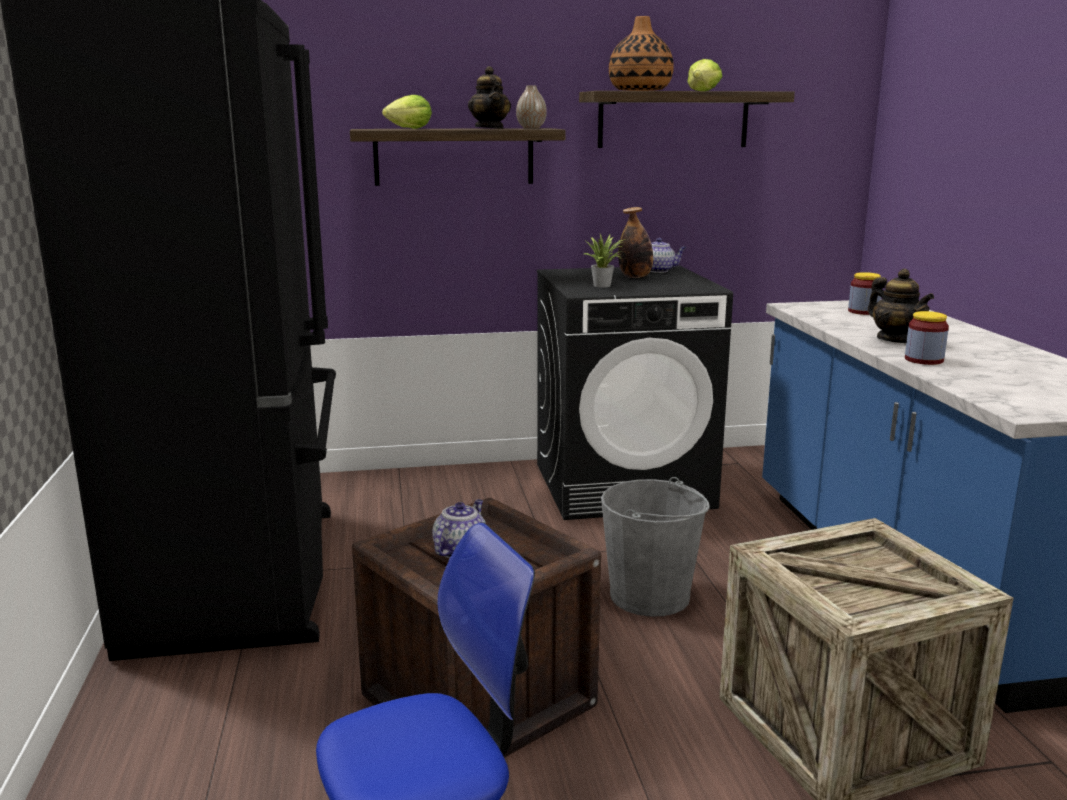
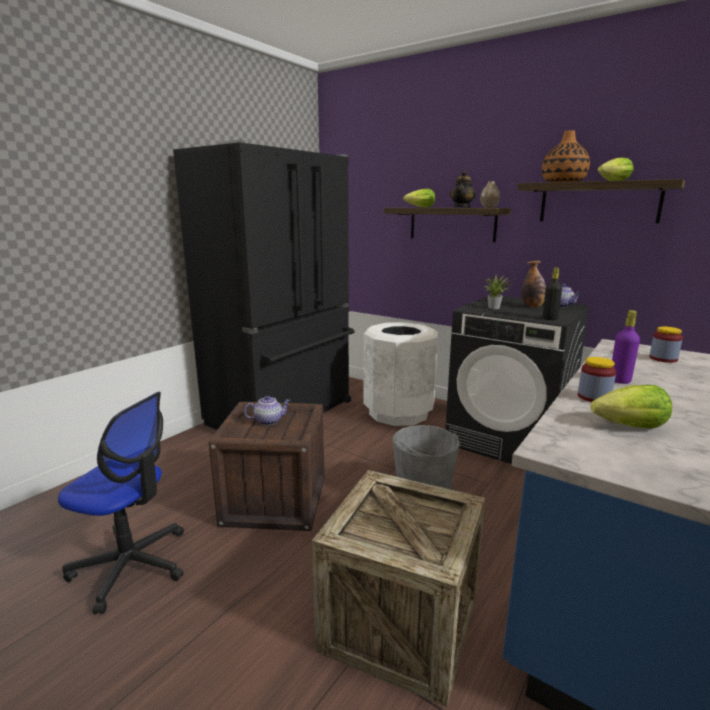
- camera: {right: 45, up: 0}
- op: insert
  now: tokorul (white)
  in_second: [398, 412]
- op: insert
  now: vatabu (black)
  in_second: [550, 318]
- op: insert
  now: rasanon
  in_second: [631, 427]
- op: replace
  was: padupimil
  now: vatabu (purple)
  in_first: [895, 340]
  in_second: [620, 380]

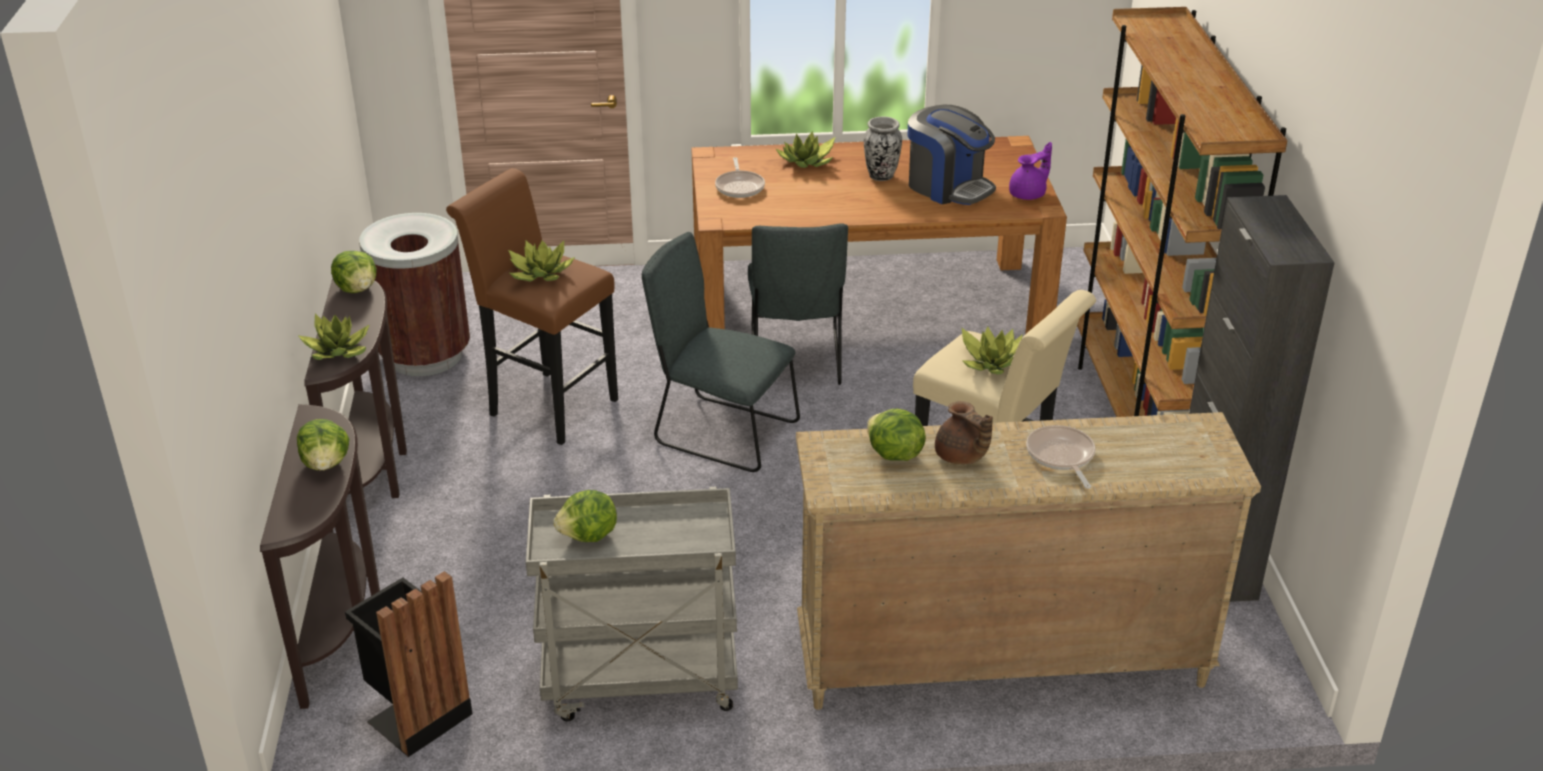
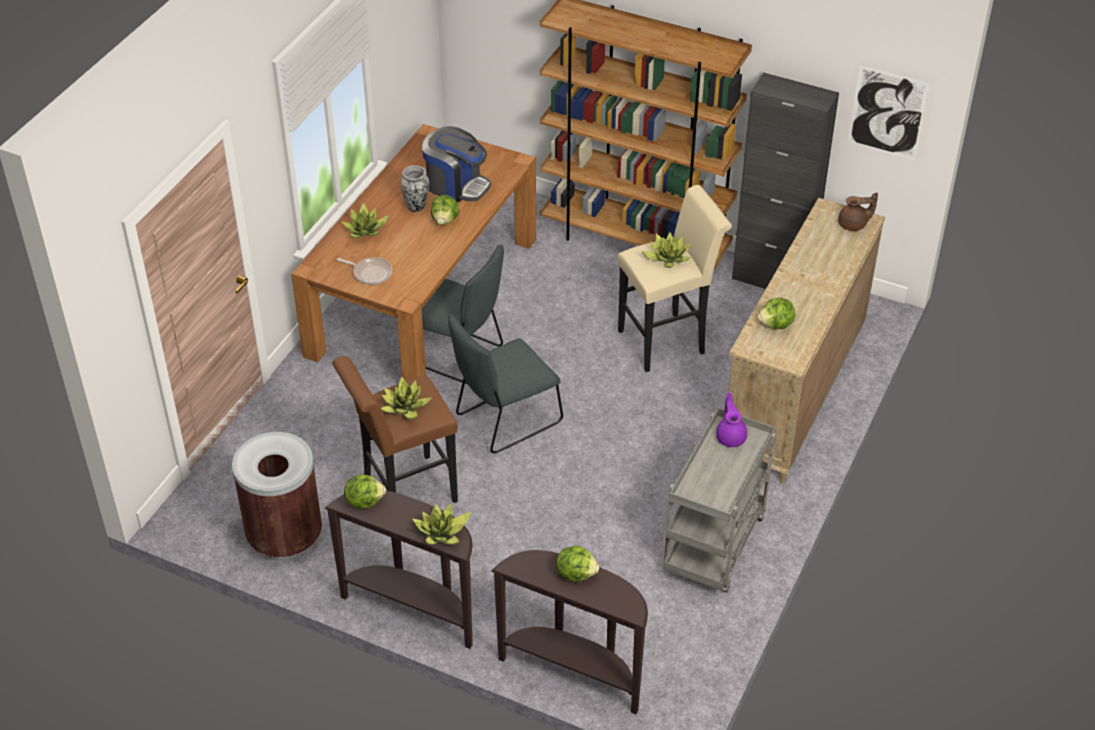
- camera: {right: -60, up: 10}
- op: rotate
  was: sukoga
  in_first: [948, 187]
  in_second: [456, 185]
  clockwise: 45
- op: move
  was: rasanon
  in_first: [589, 536]
  in_second: [445, 220]
- op: move
  was: padupimil (purple)
  in_first: [1029, 194]
  in_second: [731, 436]
- op: move
  was: padupimil (brown)
  in_first: [961, 457]
  in_second: [854, 225]
- op: insert
  now: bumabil
  in_second: [887, 113]
- op: delete
  was: tokorul (black)
  in_first: [416, 715]
- op: delete
  was: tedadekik
  in_first: [1061, 456]

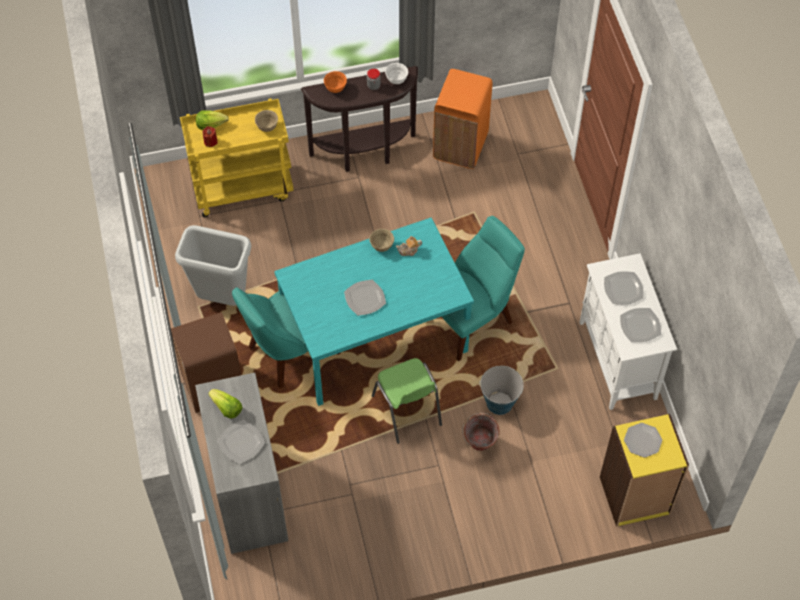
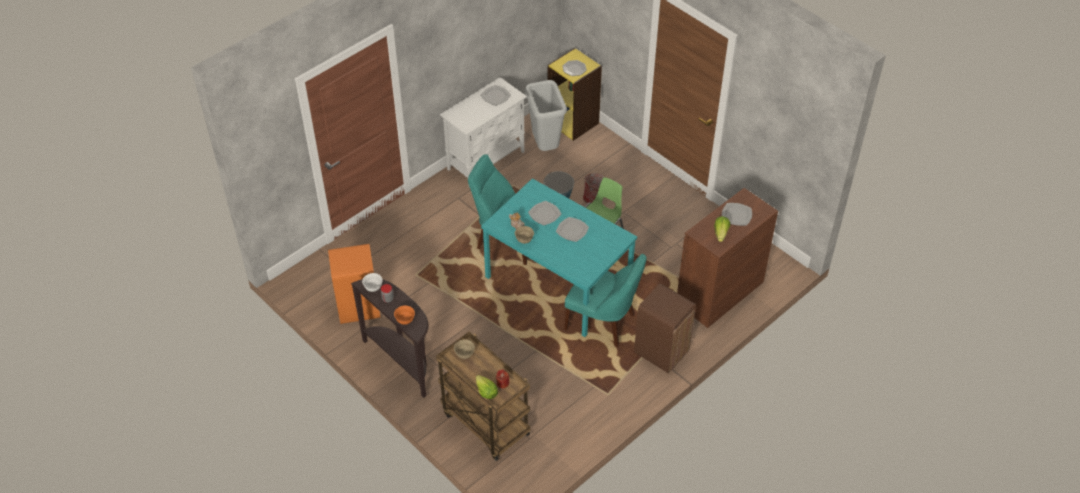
- camera: {right: -120, up: -10}
- op: recolor
  was: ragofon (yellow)
  now: ragofon (brown)
  in_first: [243, 188]
  in_second: [484, 423]
- op: move
  was: tokorul (grey)
  in_first: [223, 298]
  in_second: [544, 146]
- op: move
  was: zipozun
  in_first: [623, 288]
  in_second: [544, 214]
- op: recolor
  was: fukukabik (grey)
  now: fukukabik (brown)
  in_first: [249, 495]
  in_second: [719, 292]

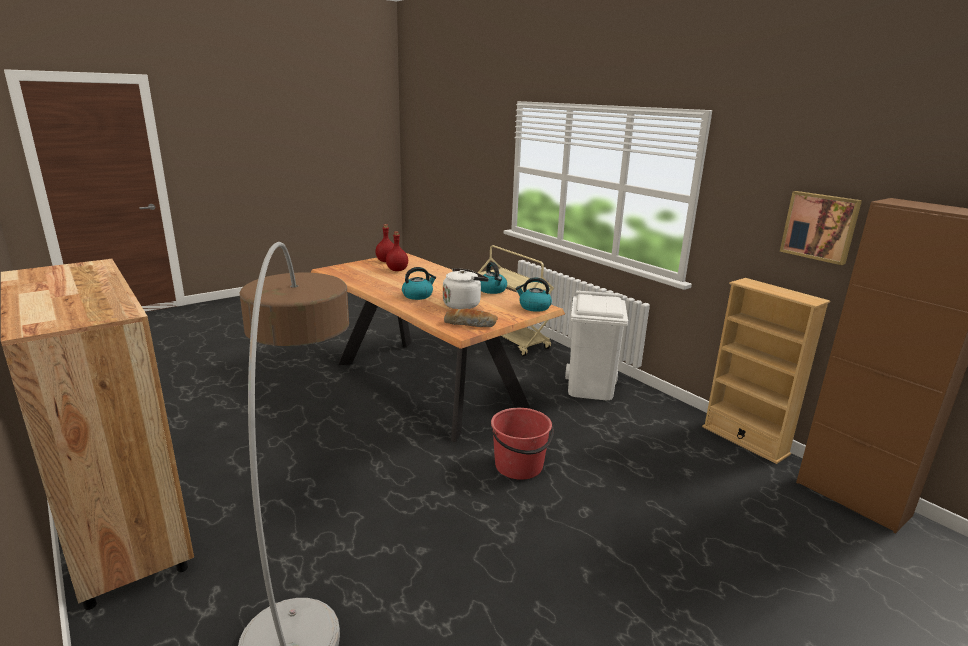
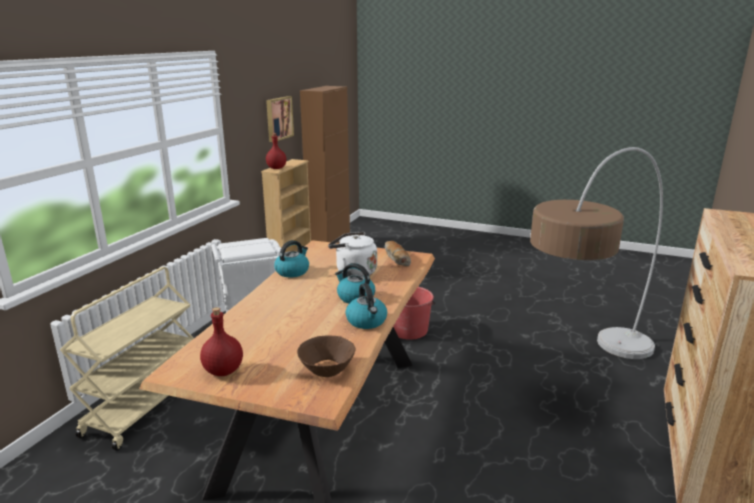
- camera: {right: -120, up: 0}
- op: move
  was: vatabu (red)
  in_first: [397, 270]
  in_second: [276, 168]
- op: insert
  now: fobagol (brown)
  in_second: [326, 369]
- op: move
  was: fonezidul
  in_first: [534, 307]
  in_second: [367, 321]

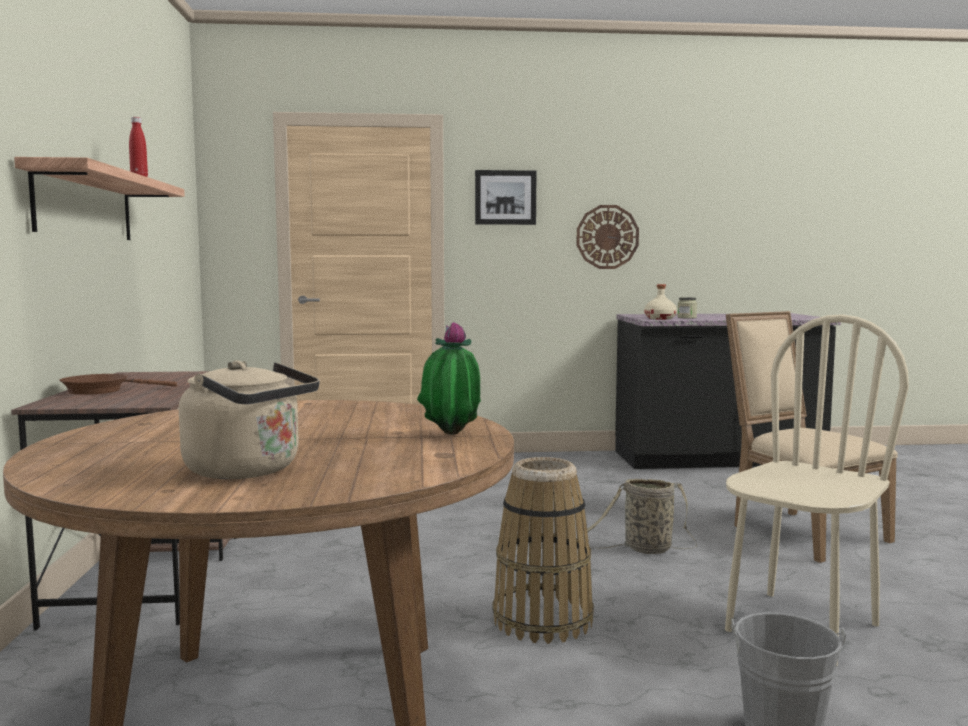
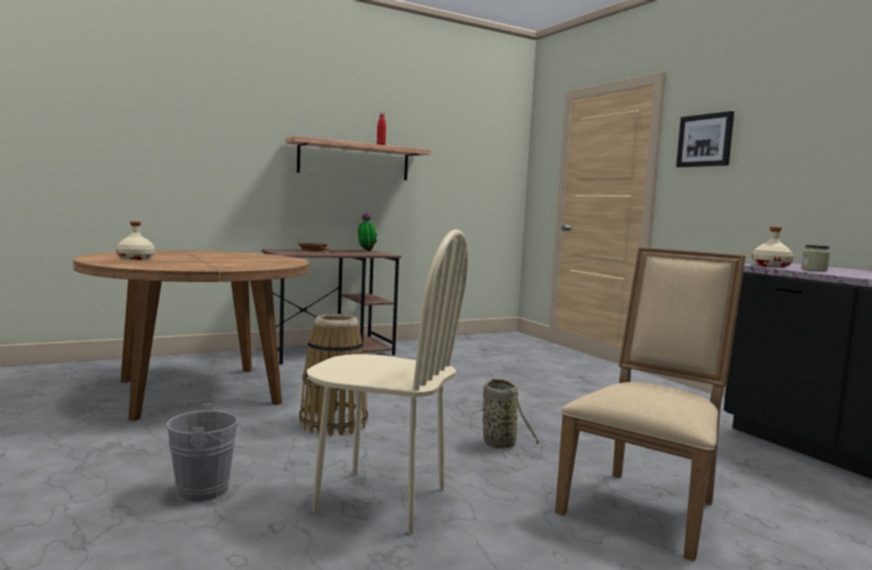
- camera: {right: 65, up: 0}
- op: replace
  was: fonezidul (beige)
  now: vatabu (beige)
  in_first: [249, 471]
  in_second: [135, 258]
- op: move
  was: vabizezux
  in_first: [450, 436]
  in_second: [366, 251]
- op: delete
  was: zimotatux
  in_first: [607, 237]

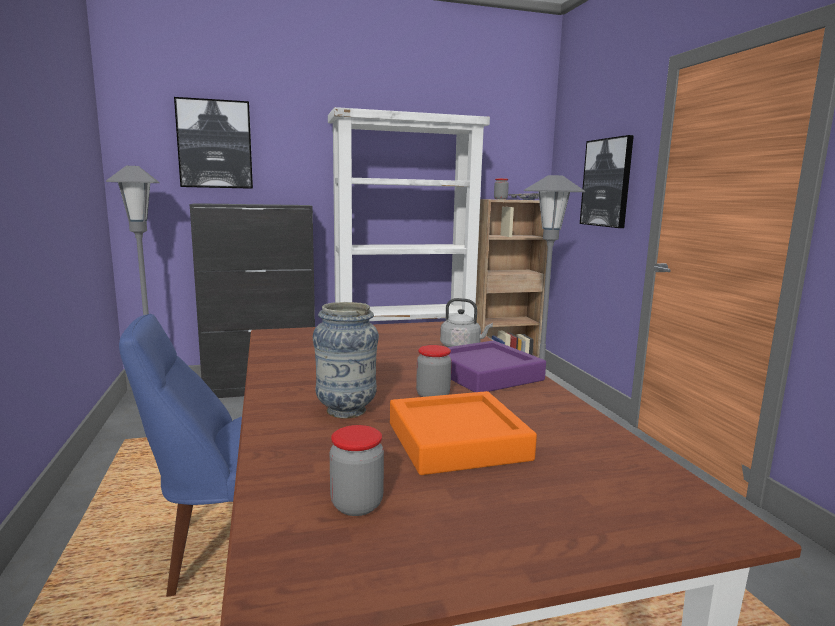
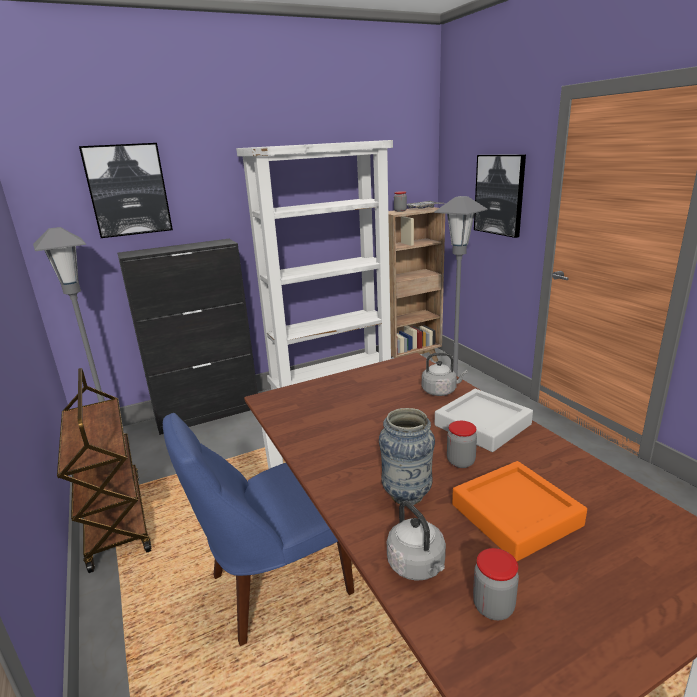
- camera: {right: -10, up: 10}
- op: insert
  now: ragofon (brown)
  in_second: [115, 519]
- op: insert
  now: fonezidul (grey)
  in_second: [418, 566]
- op: recolor
  was: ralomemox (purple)
  now: ralomemox (grey)
  in_first: [485, 374]
  in_second: [482, 425]

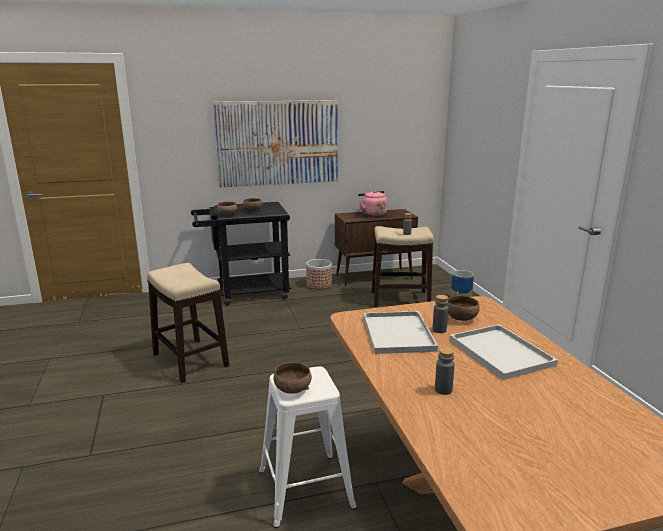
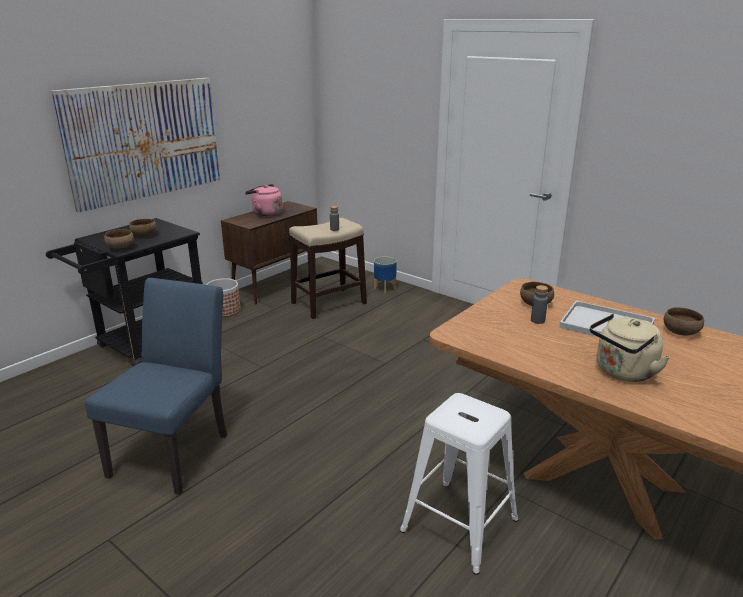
- camera: {right: -35, up: 5}
- op: replace
  was: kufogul
  now: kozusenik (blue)
  in_first: [190, 360]
  in_second: [176, 450]
- op: replace
  was: vatabu (grey)
  now: fonezidul (beige)
  in_first: [443, 390]
  in_second: [622, 372]
- op: move
  was: fobagol (brown)
  in_first: [293, 389]
  in_second: [680, 332]
- op: delete
  was: ralomemox (white)
  in_first: [399, 334]

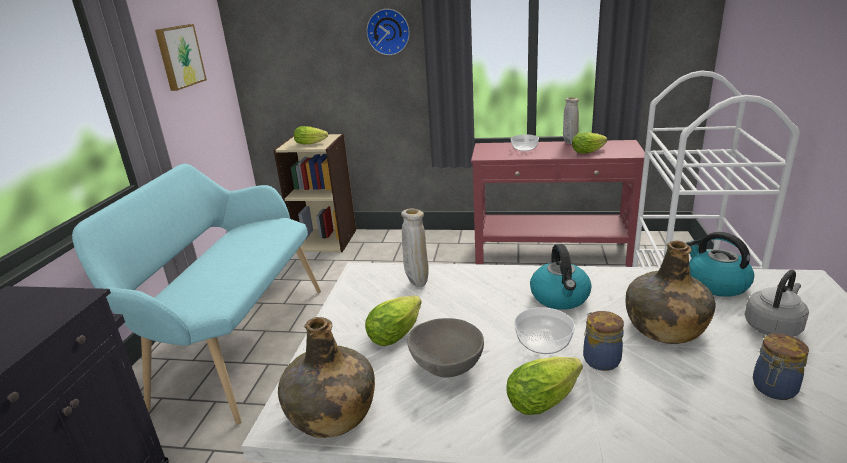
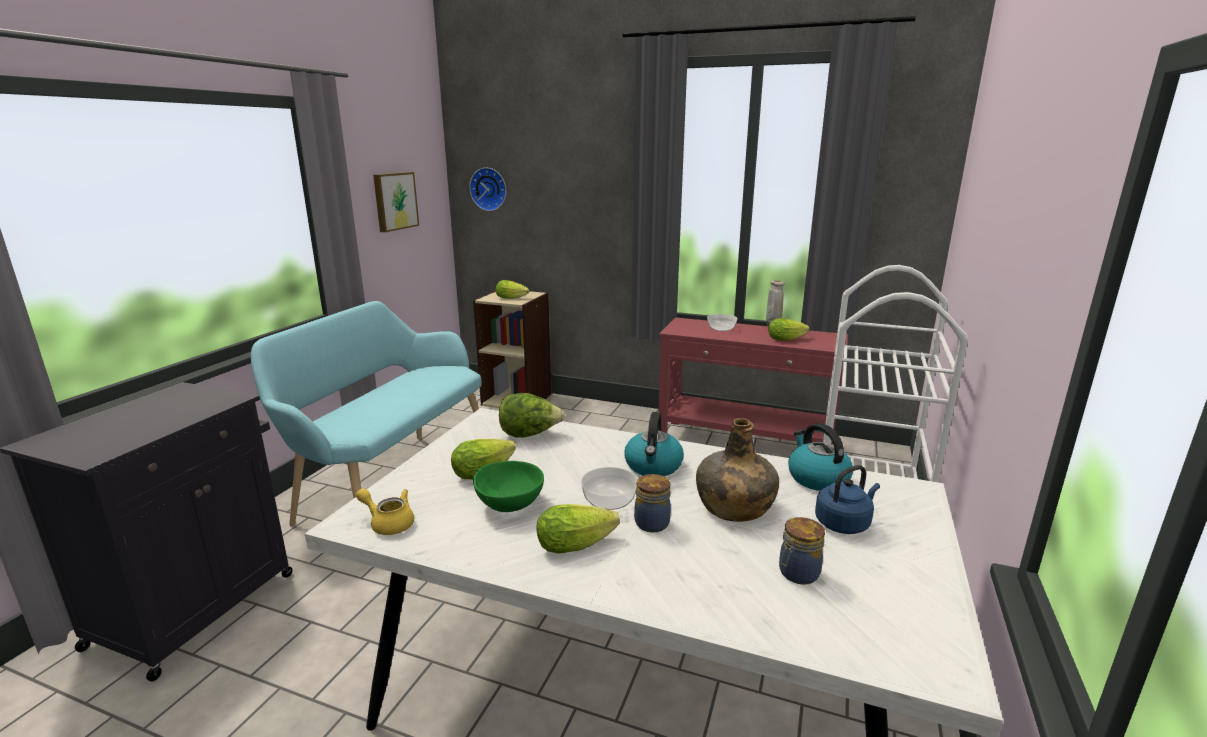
- camera: {right: 10, up: -5}
- op: replace
  was: vatabu (green)
  now: padupimil (yellow)
  in_first: [331, 413]
  in_second: [389, 523]
- op: move
  was: zimotatux
  in_first: [388, 32]
  in_second: [489, 189]
- op: recolor
  was: fobagol (grey)
  now: fobagol (green)
  in_first: [447, 366]
  in_second: [510, 505]
- op: replace
  was: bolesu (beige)
  now: rasanon
  in_first: [417, 283]
  in_second: [529, 434]
- op: recolor
  was: fonezidul (grey)
  now: fonezidul (blue)
  in_first: [773, 326]
  in_second: [844, 523]

